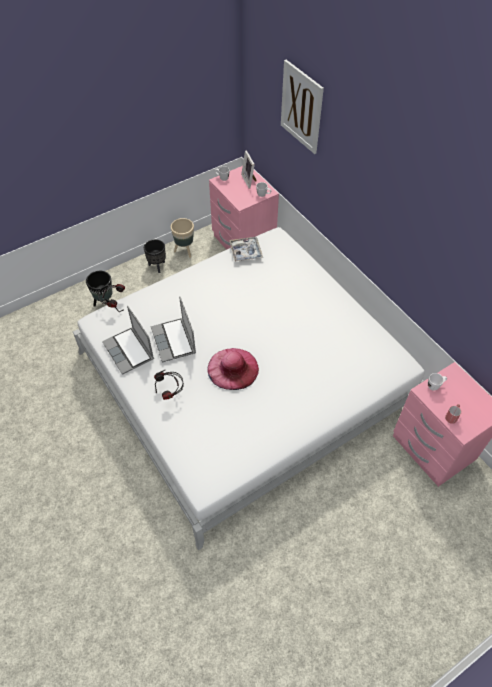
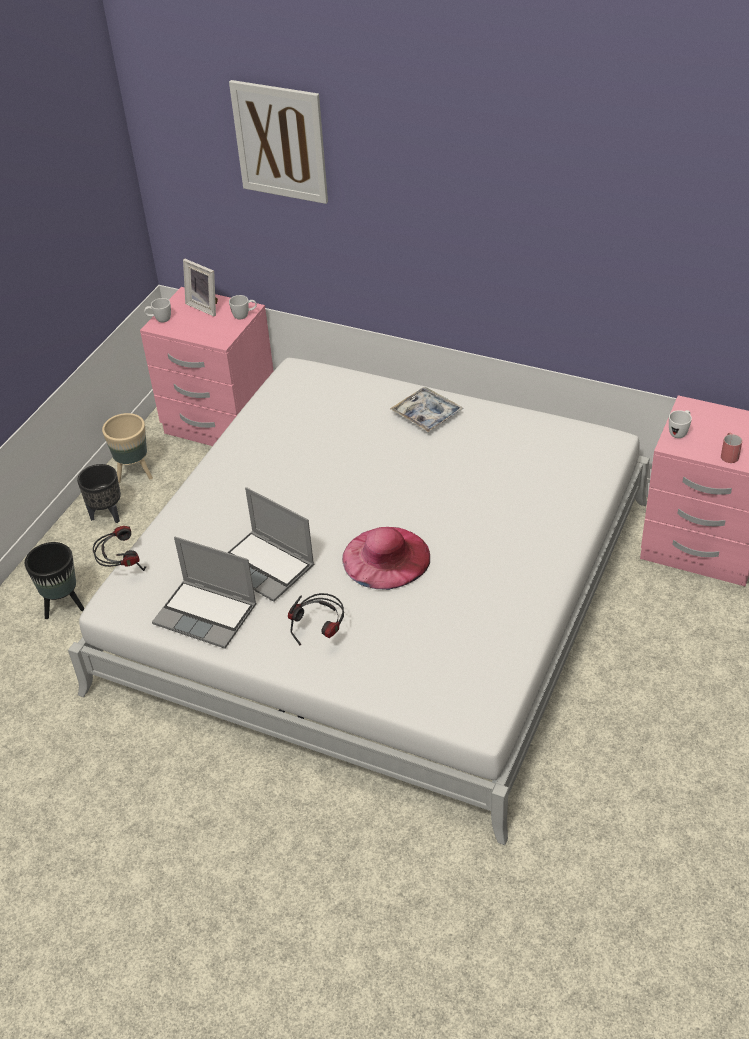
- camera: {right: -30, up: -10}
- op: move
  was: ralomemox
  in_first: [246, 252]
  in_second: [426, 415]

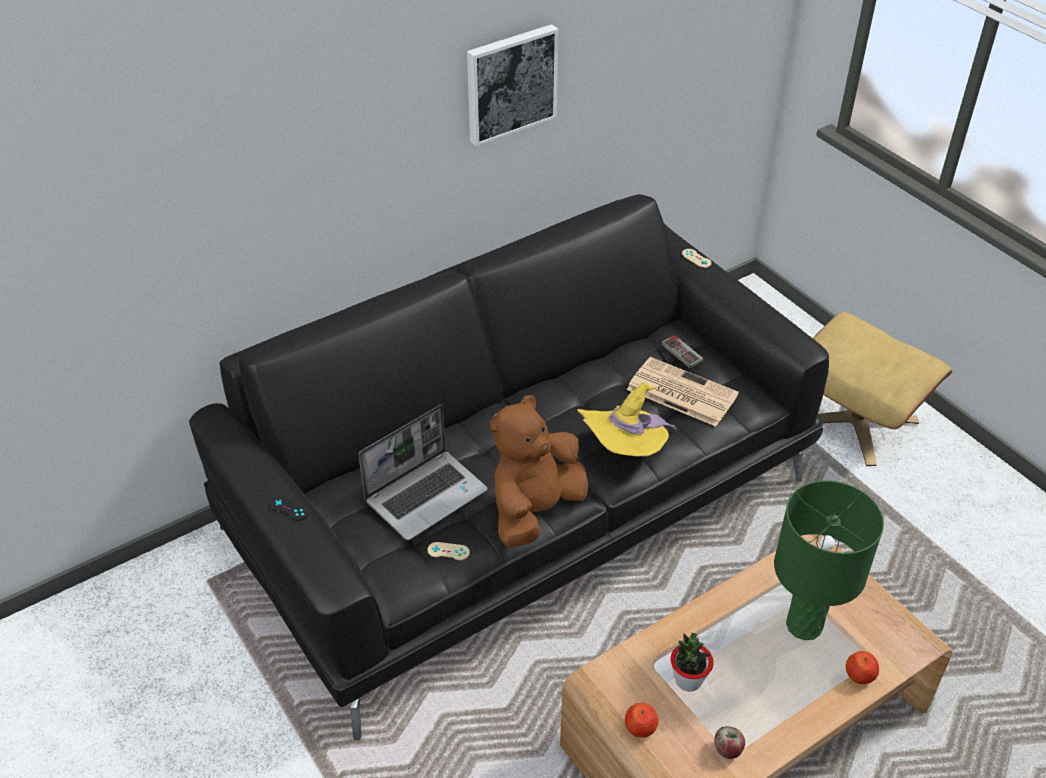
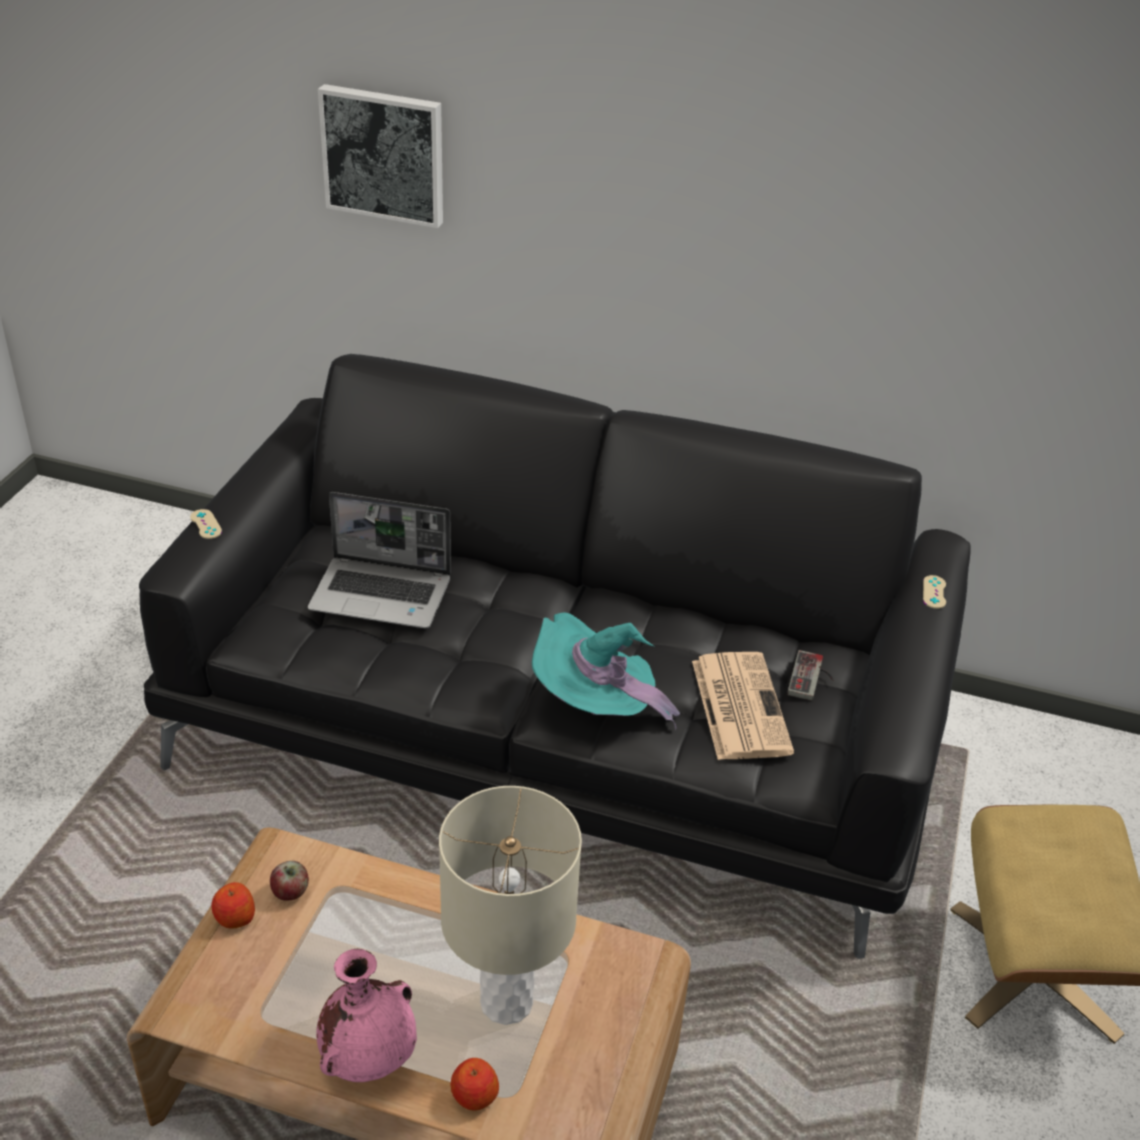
- camera: {right: 50, up: -5}
- op: move
  was: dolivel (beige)
  in_first: [448, 551]
  in_second: [206, 524]
- op: move
  was: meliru
  in_first: [728, 749]
  in_second: [291, 892]
- op: insert
  now: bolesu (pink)
  in_second: [370, 1057]
- op: move
  was: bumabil
  in_first: [510, 83]
  in_second: [384, 154]
- op: recolor
  was: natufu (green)
  now: natufu (beige)
  in_first: [804, 626]
  in_second: [505, 1002]
- op: recolor
  was: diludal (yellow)
  now: diludal (turquoise)
  in_first: [625, 451]
  in_second: [596, 705]
- op: delete
  was: dolivel (black)
  in_first: [289, 508]
- op: delete
  was: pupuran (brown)
  in_first: [535, 510]
- op: delete
  was: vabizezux
  in_first: [688, 680]

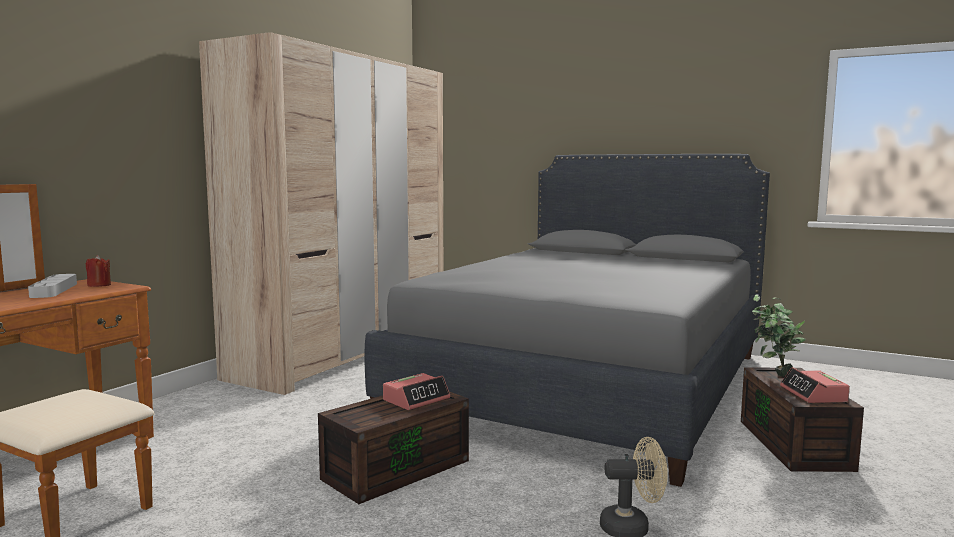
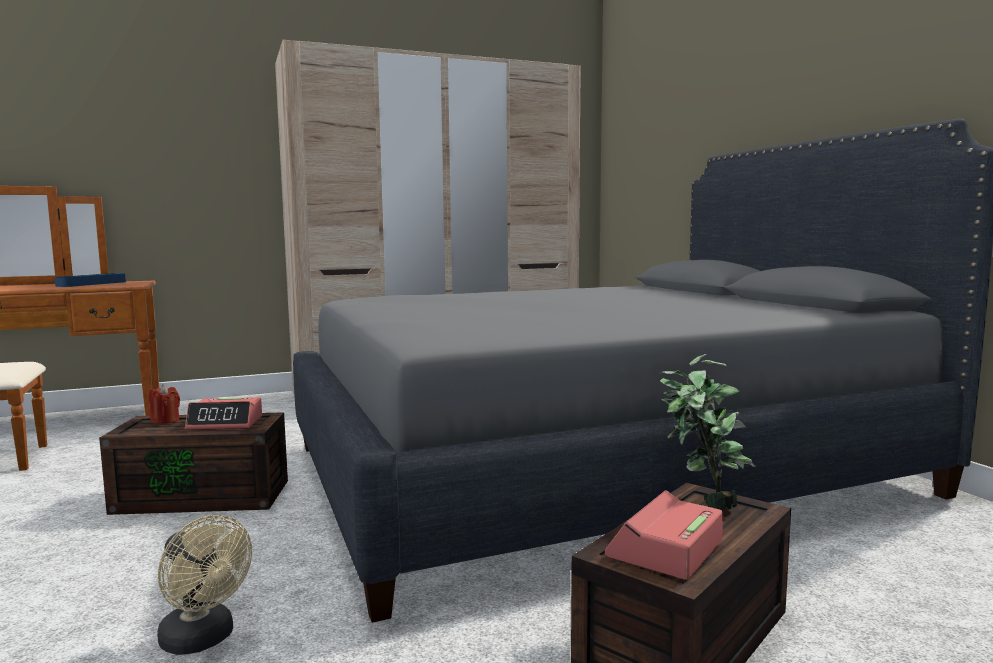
- camera: {right: 40, up: 0}
- op: recolor
  was: ralomemox (grey)
  now: ralomemox (blue)
  in_first: [54, 290]
  in_second: [91, 284]
- op: move
  was: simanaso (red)
  in_first: [99, 285]
  in_second: [165, 420]

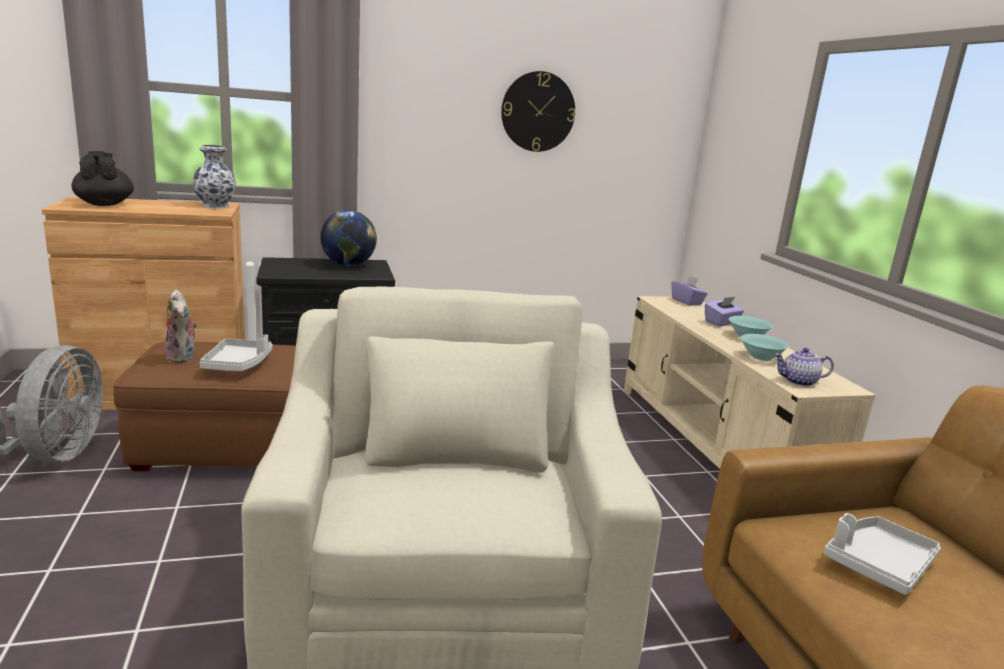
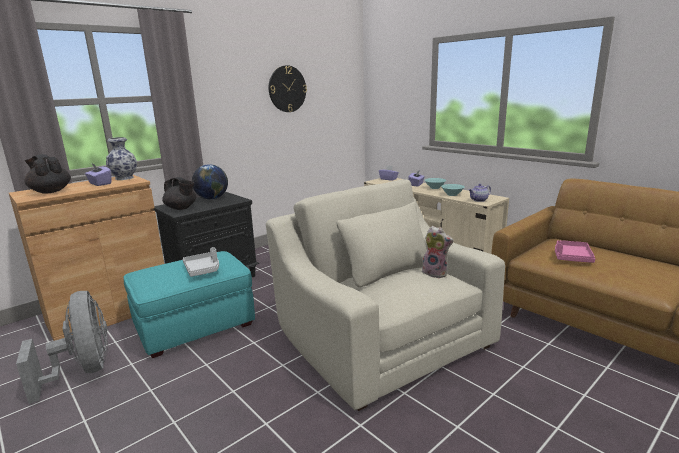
- camera: {right: -25, up: 0}
- op: insert
  now: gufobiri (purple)
  in_second: [100, 184]
- op: recolor
  was: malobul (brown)
  now: malobul (turquoise)
  in_first: [229, 448]
  in_second: [196, 326]
- op: insert
  now: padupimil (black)
  in_second: [181, 208]
- op: move
  was: pupuran
  in_first: [183, 357]
  in_second: [436, 273]
- op: recolor
  was: ralomemox (grey)
  now: ralomemox (pink)
  in_first: [878, 563]
  in_second: [571, 257]

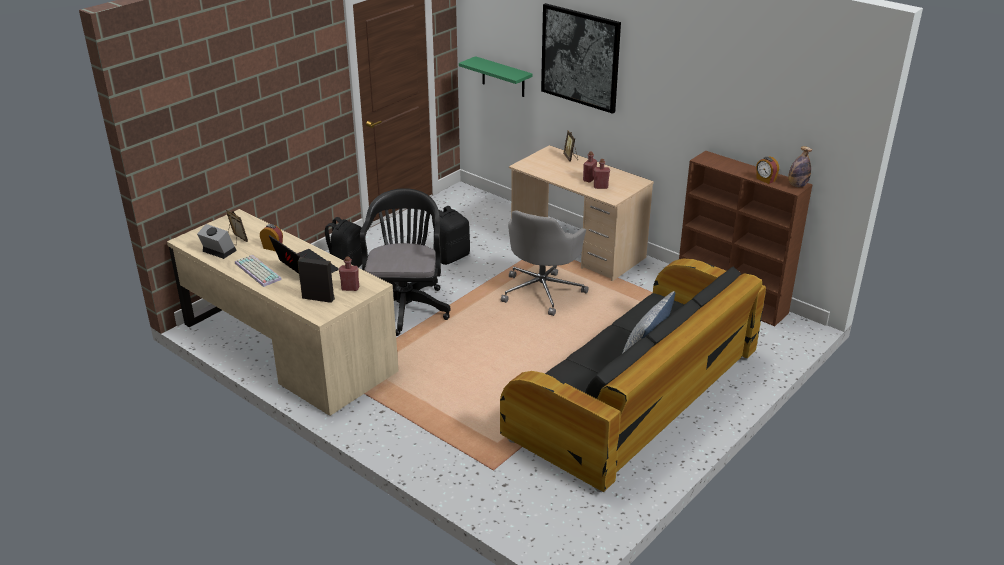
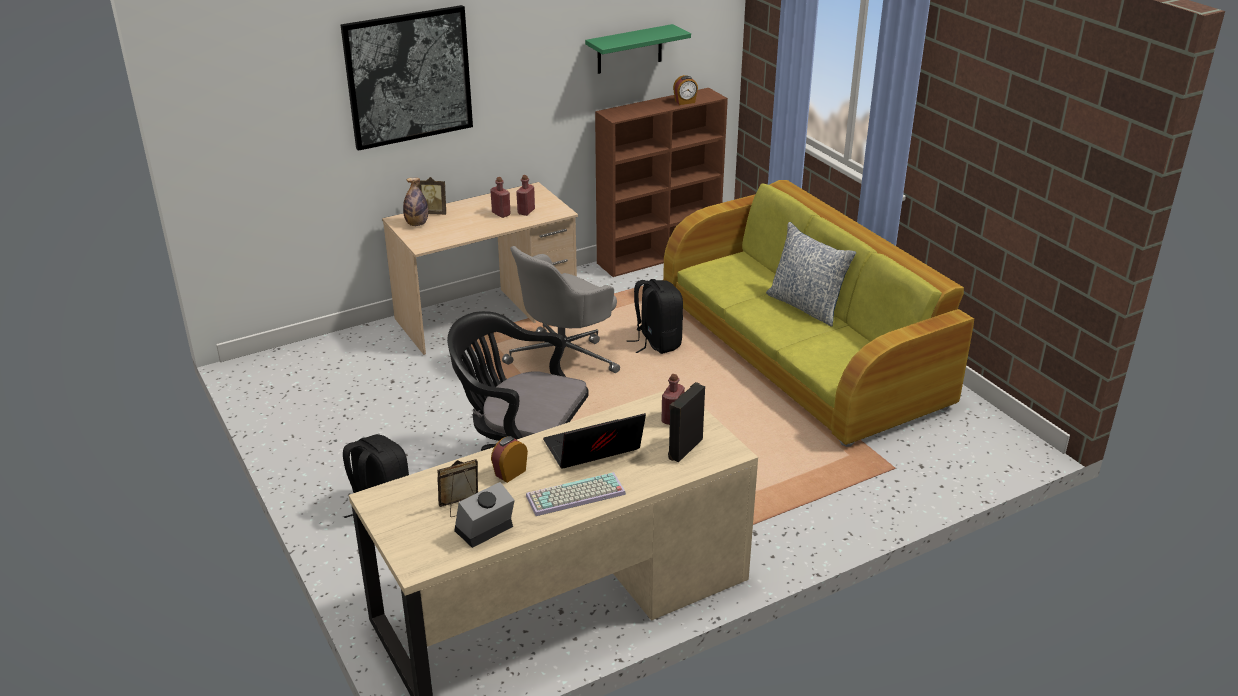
- camera: {right: -70, up: 0}
- op: move
  was: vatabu
  in_first: [797, 185]
  in_second: [417, 224]
- op: rotate
  was: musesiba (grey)
  in_first: [542, 291]
  in_second: [564, 360]
  clockwise: 90
- op: move
  was: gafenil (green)
  in_first: [503, 77]
  in_second: [629, 49]
- op: move
  was: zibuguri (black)
  in_first: [450, 257]
  in_second: [656, 342]
- op: recolor
  was: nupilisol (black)
  now: nupilisol (green)
  in_first: [635, 397]
  in_second: [802, 351]

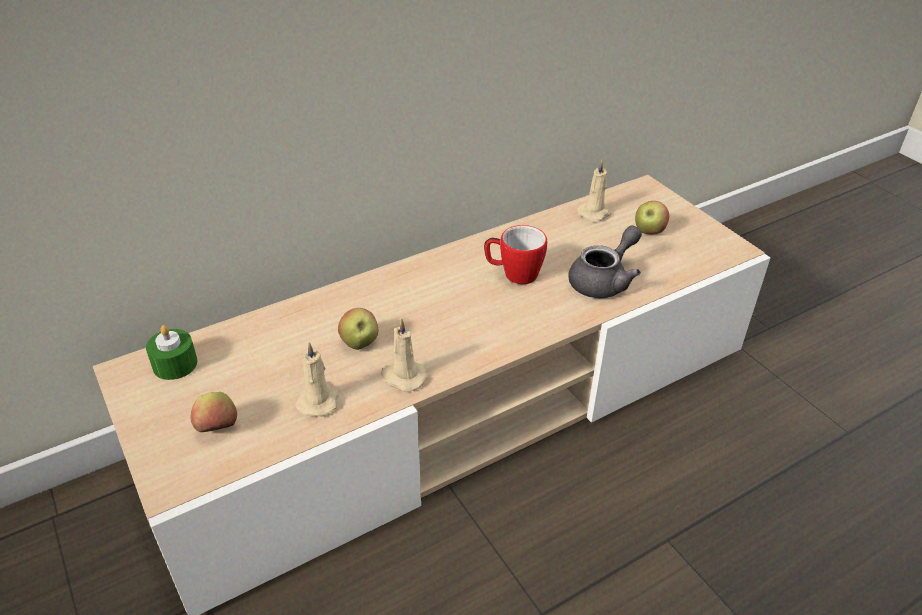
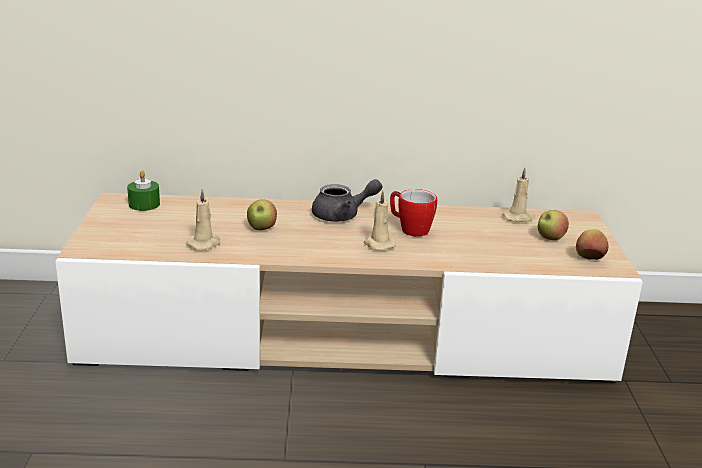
- camera: {right: 30, up: -15}
- op: move
  was: padupimil (grey)
  in_first: [604, 281]
  in_second: [342, 215]
- op: move
  was: simanaso (beige)
  in_first: [402, 377]
  in_second: [378, 244]
- op: move
  was: meliru
  in_first: [218, 429]
  in_second: [589, 259]

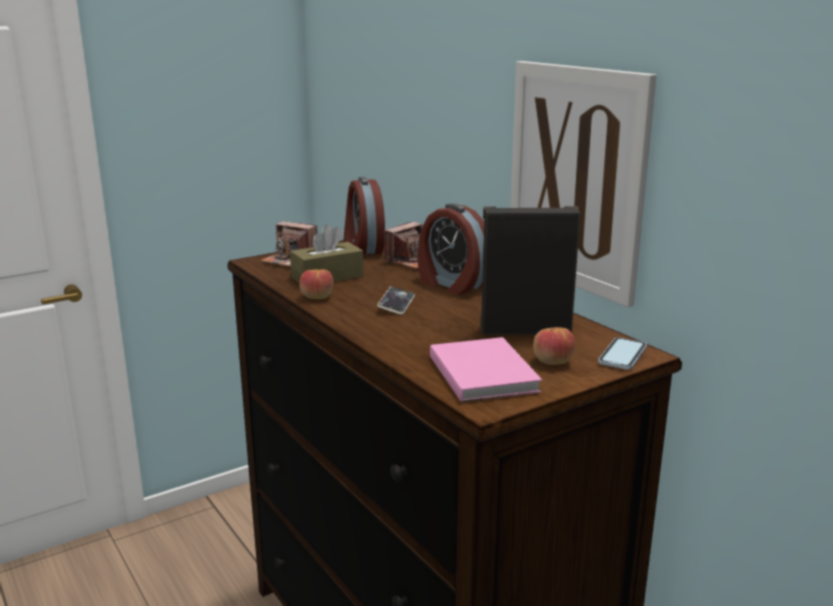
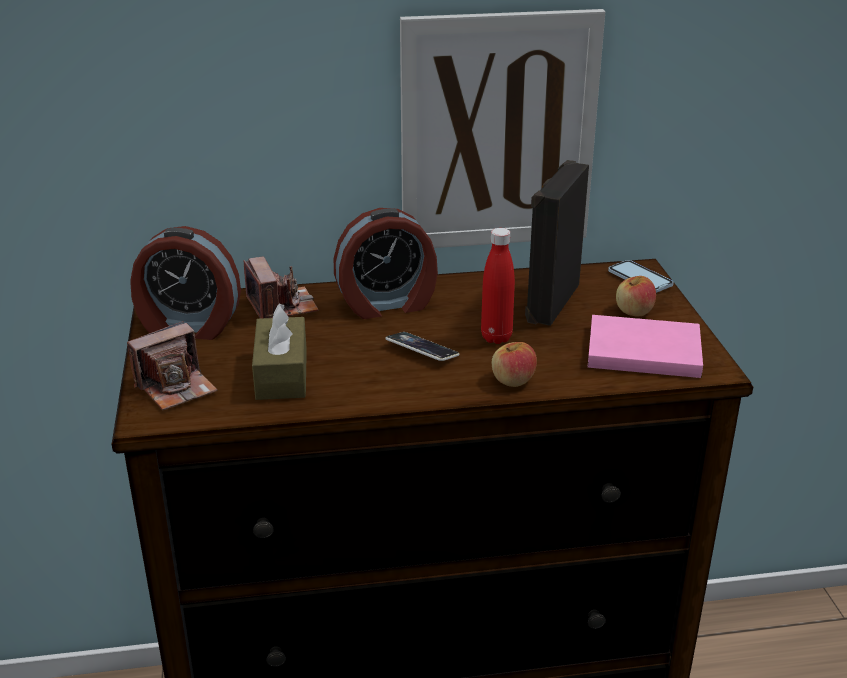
- camera: {right: -65, up: 10}
- op: insert
  now: vatabu (red)
  in_second: [496, 337]
- op: move
  was: meliru
  in_first: [317, 297]
  in_second: [513, 380]

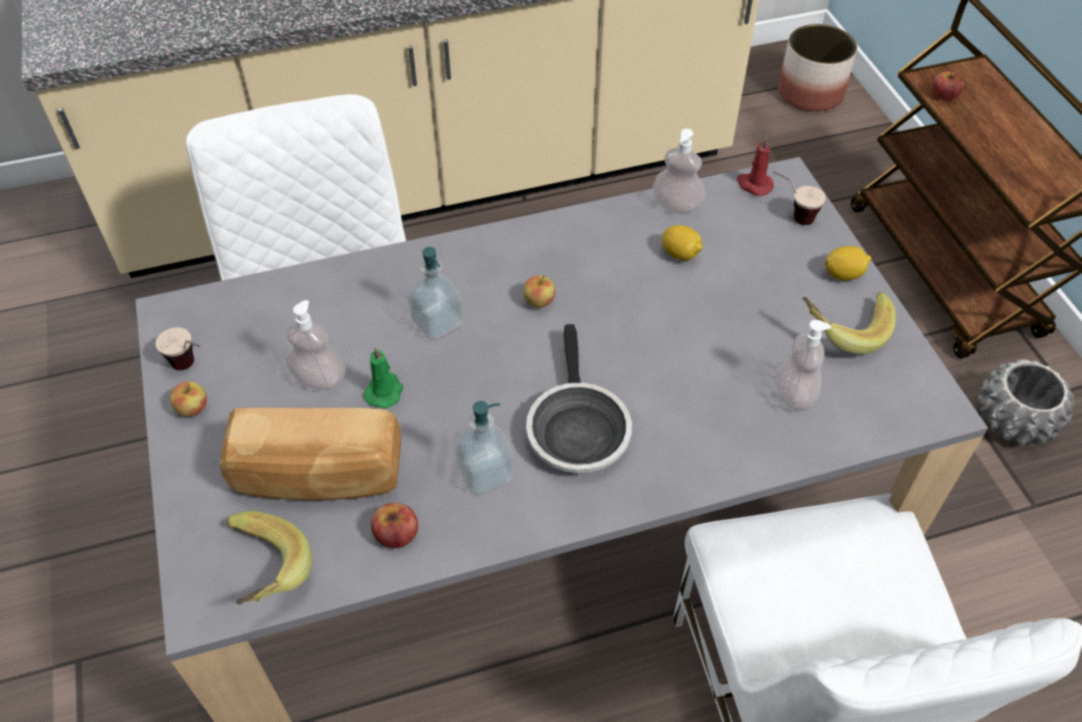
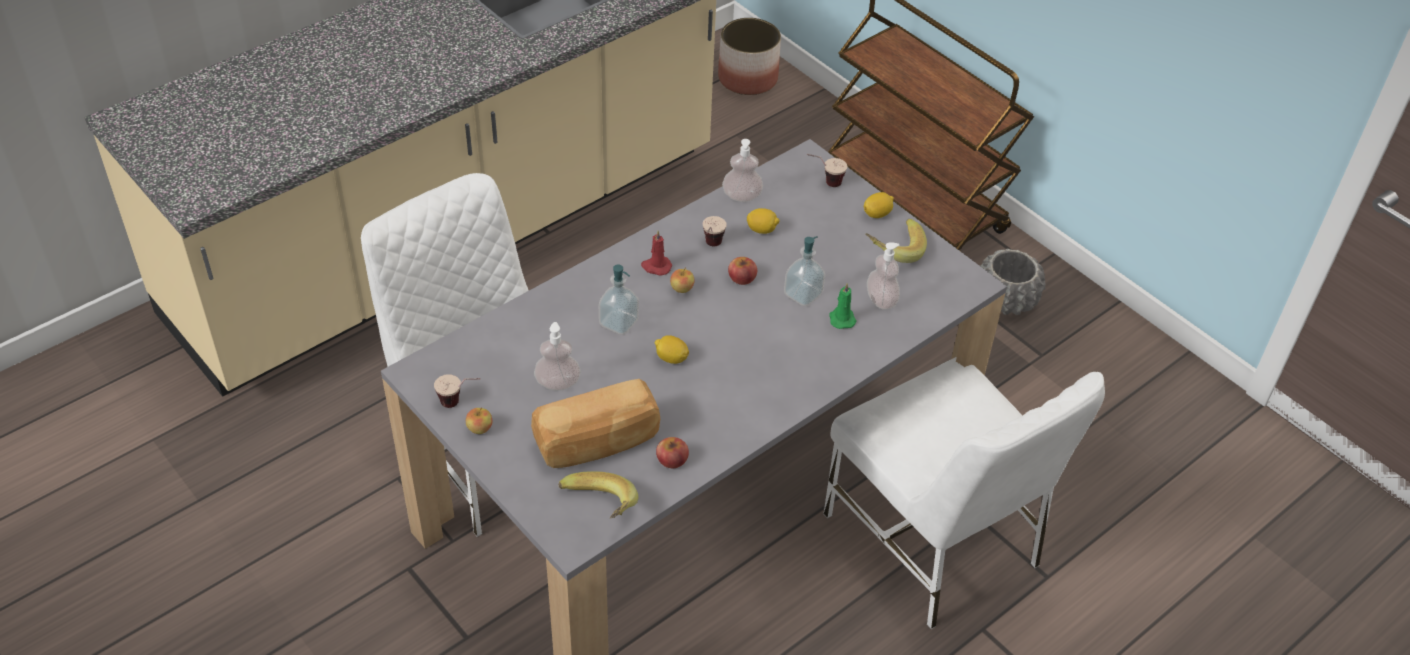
- camera: {right: -25, up: -5}
- op: move
  was: simanaso (red)
  in_first: [754, 185]
  in_second: [656, 267]
- op: insert
  now: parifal
  in_second: [671, 358]
- op: insert
  now: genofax
  in_second: [711, 248]
- op: move
  was: meliru
  in_first: [944, 94]
  in_second: [742, 278]
- op: move
  was: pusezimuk
  in_first: [485, 473]
  in_second: [803, 294]
- op: move
  was: simanaso (green)
  in_first: [385, 391]
  in_second: [841, 318]
- op: delete
  was: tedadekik
  in_first: [576, 429]

